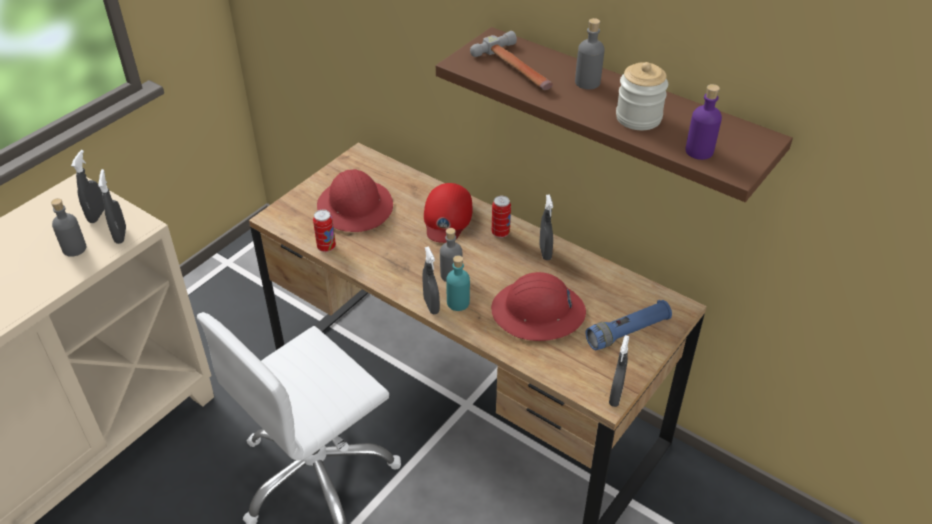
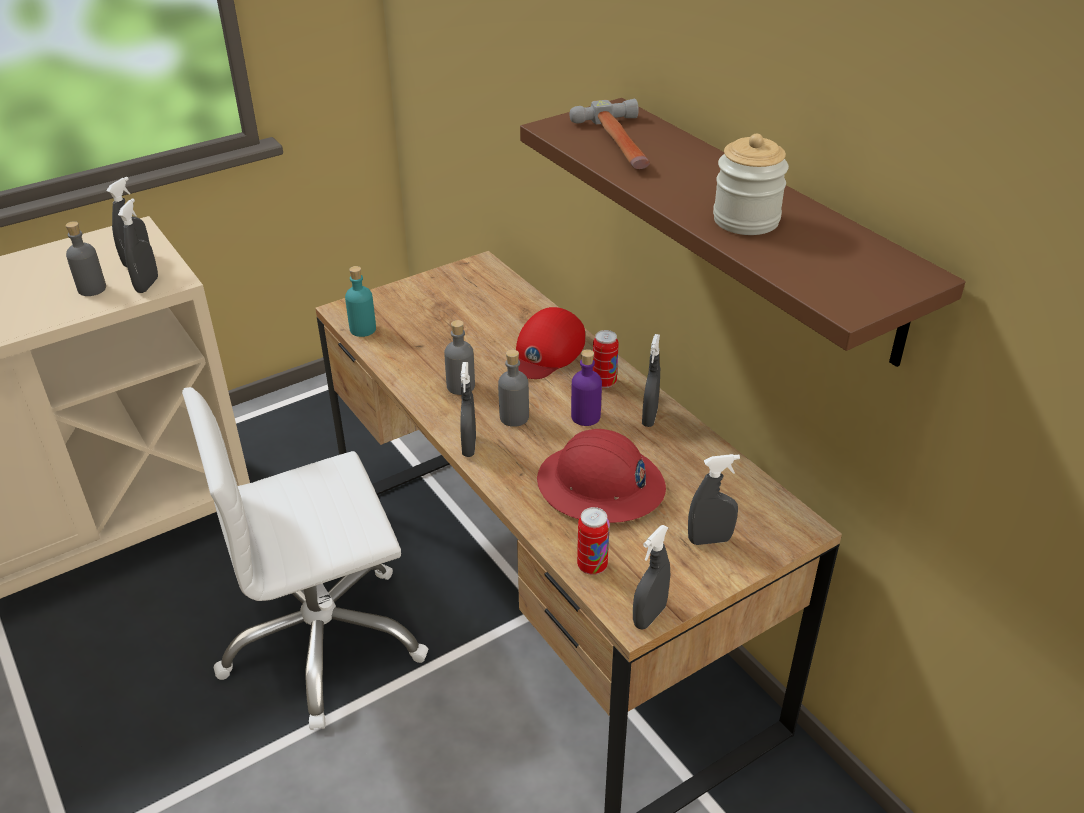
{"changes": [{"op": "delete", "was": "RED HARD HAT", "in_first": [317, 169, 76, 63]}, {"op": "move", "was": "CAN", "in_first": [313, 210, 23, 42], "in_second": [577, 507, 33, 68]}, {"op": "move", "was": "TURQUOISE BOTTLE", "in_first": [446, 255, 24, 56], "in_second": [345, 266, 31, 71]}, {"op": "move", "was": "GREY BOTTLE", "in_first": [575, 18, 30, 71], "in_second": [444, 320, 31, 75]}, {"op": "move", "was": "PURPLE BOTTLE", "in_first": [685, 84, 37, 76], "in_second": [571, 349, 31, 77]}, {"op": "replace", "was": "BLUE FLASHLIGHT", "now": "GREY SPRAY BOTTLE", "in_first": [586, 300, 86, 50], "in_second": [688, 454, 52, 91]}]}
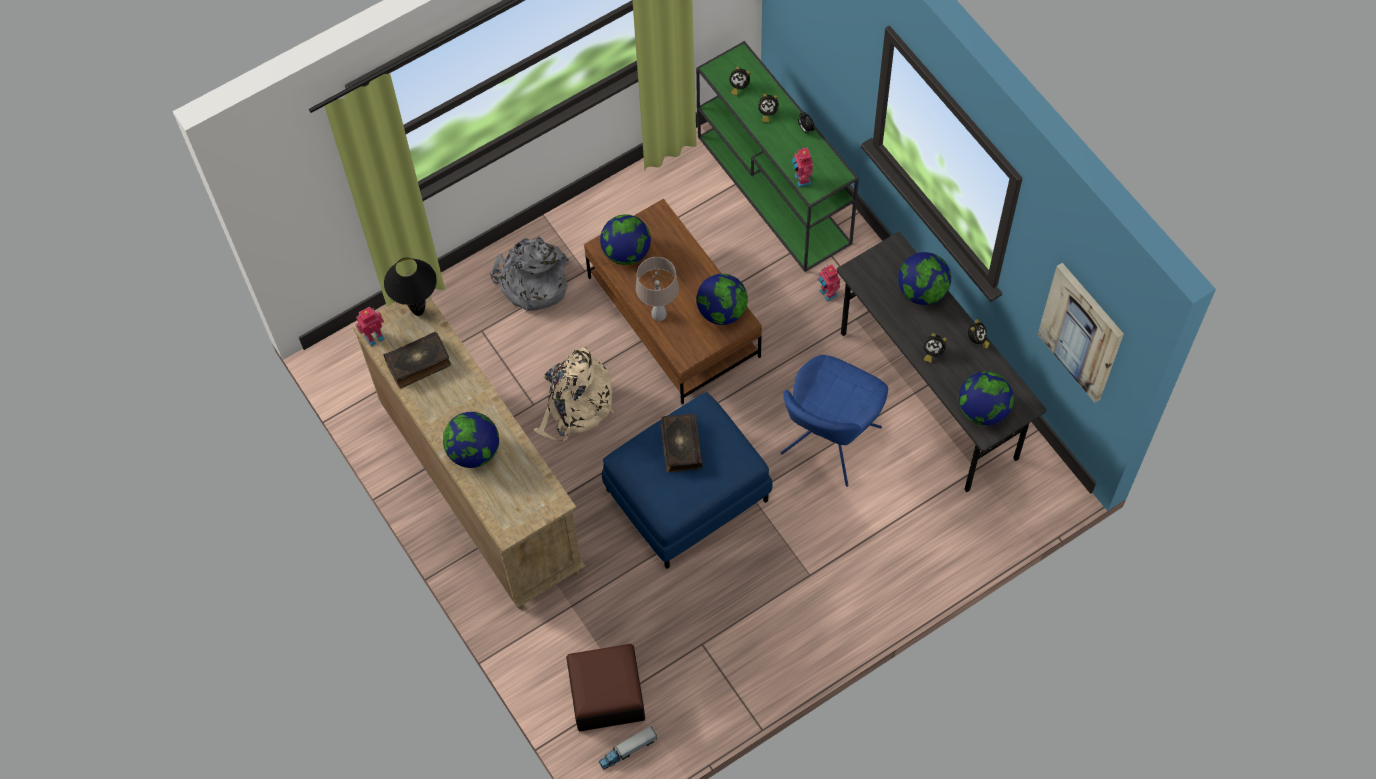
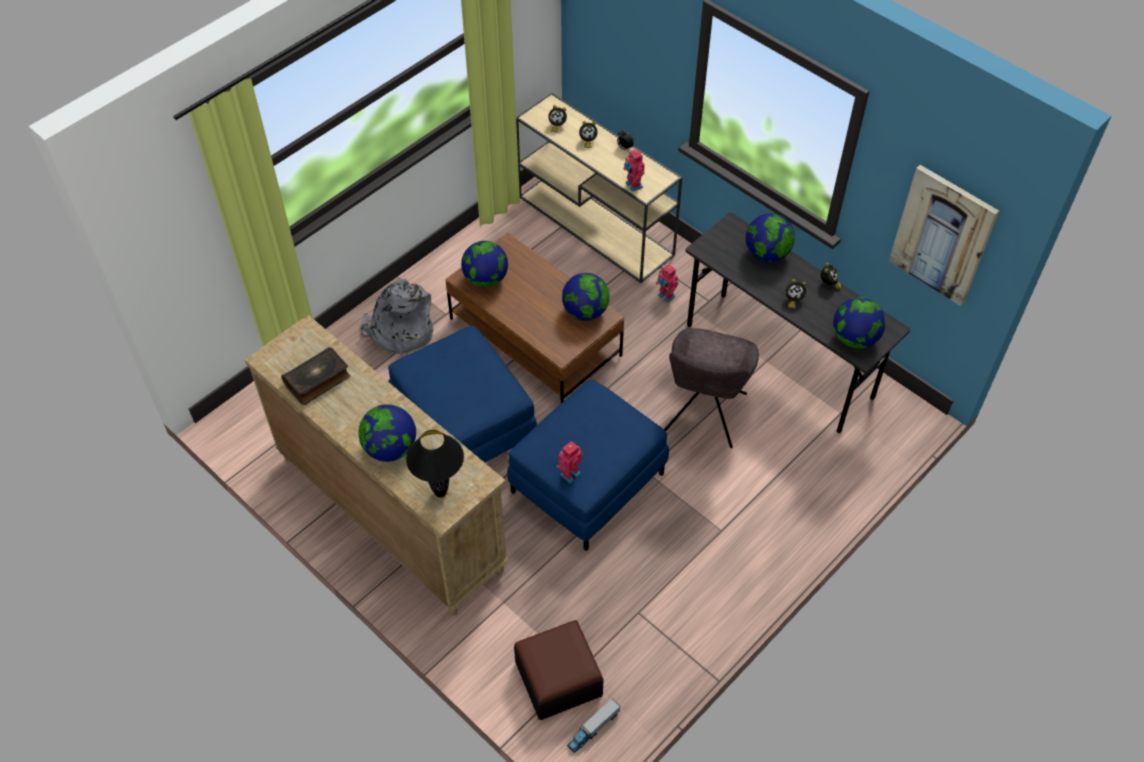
{"changes": [{"op": "delete", "was": "BEIGE TABLE LAMP", "in_first": [636, 257, 43, 64]}, {"op": "delete", "was": "BOOK", "in_first": [661, 414, 42, 59]}, {"op": "move", "was": "TOY ROBOT", "in_first": [356, 306, 29, 40], "in_second": [556, 441, 27, 42]}, {"op": "move", "was": "BLACK TABLE LAMP", "in_first": [384, 258, 53, 58], "in_second": [406, 430, 58, 68]}, {"op": "replace", "was": "BEIGE BACKPACK", "now": "BLUE OTTOMAN", "in_first": [533, 347, 81, 95], "in_second": [388, 326, 149, 137]}, {"op": "recolor", "was": "GREEN CONSOLE TABLE", "now": "BEIGE CONSOLE TABLE", "in_first": [696, 41, 163, 231], "in_second": [516, 93, 166, 190]}, {"op": "recolor", "was": "BLUE CHAIR", "now": "GREY CHAIR", "in_first": [781, 355, 107, 132], "in_second": [664, 328, 95, 120]}]}
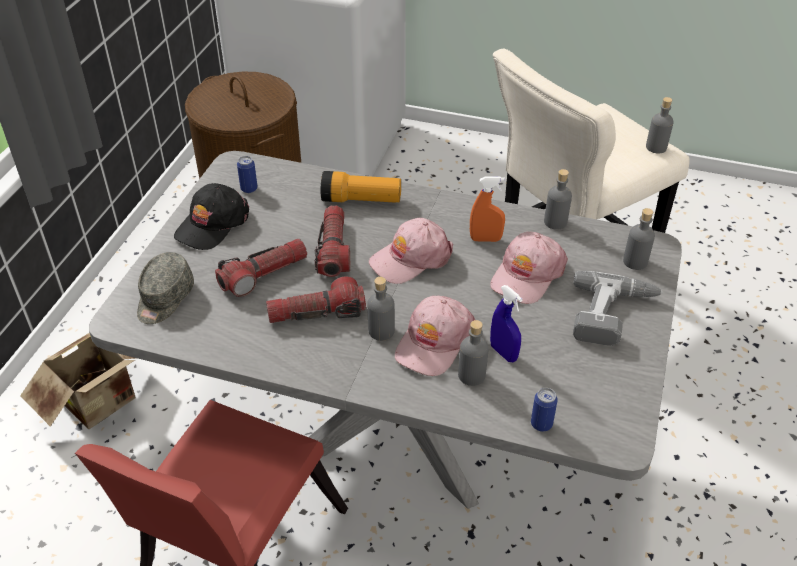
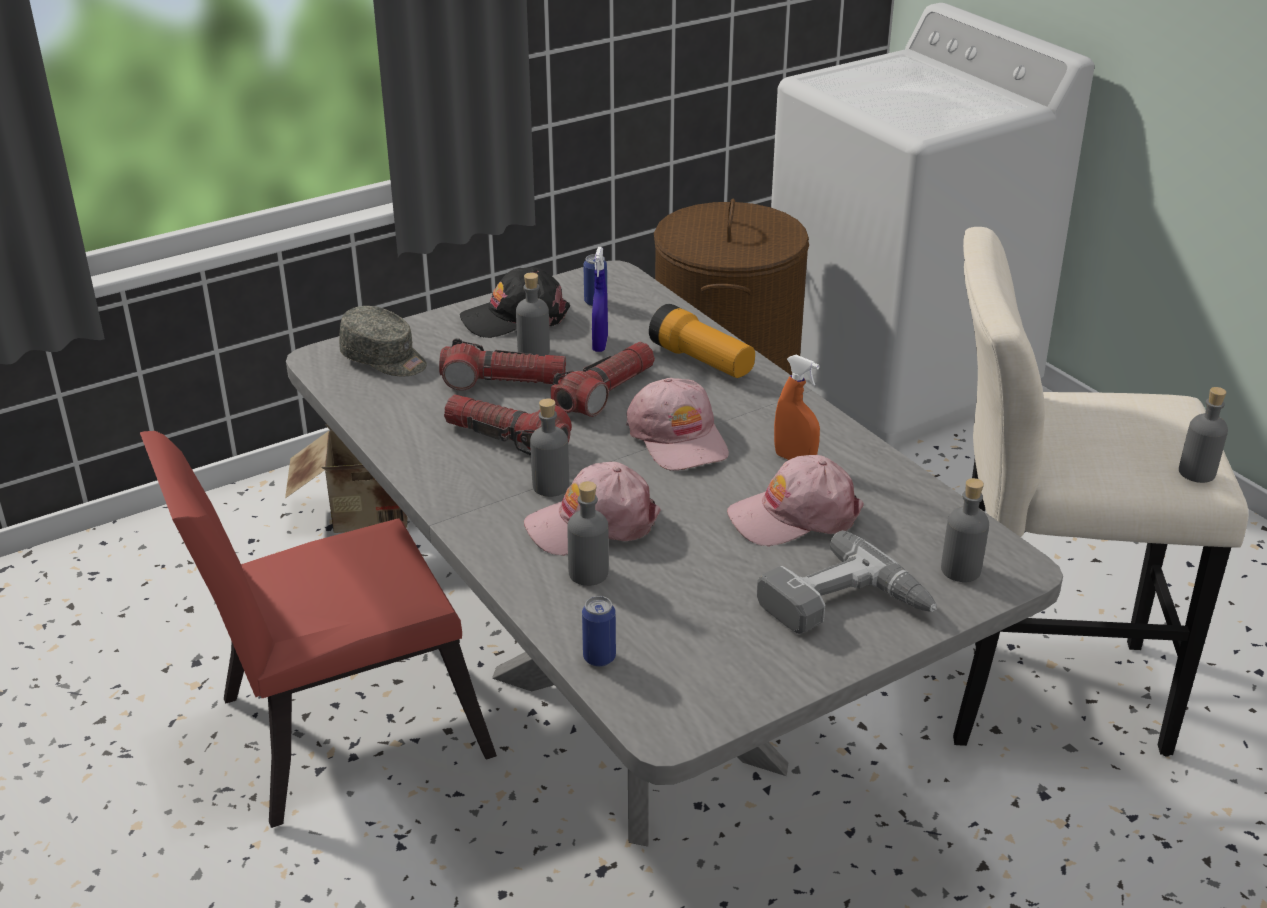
{"changes": [{"op": "move", "was": "BLUE SPRAY BOTTLE", "in_first": [490, 285, 33, 77], "in_second": [592, 247, 16, 105]}, {"op": "move", "was": "GREY BOTTLE", "in_first": [544, 169, 28, 61], "in_second": [516, 273, 34, 83]}, {"op": "rotate", "was": "GREY CAP", "in_first": [137, 252, 57, 72], "in_second": [339, 306, 88, 70], "clockwise": -120}, {"op": "rotate", "was": "PINK CAP", "in_first": [369, 218, 84, 66], "in_second": [626, 378, 103, 93], "clockwise": -120}]}
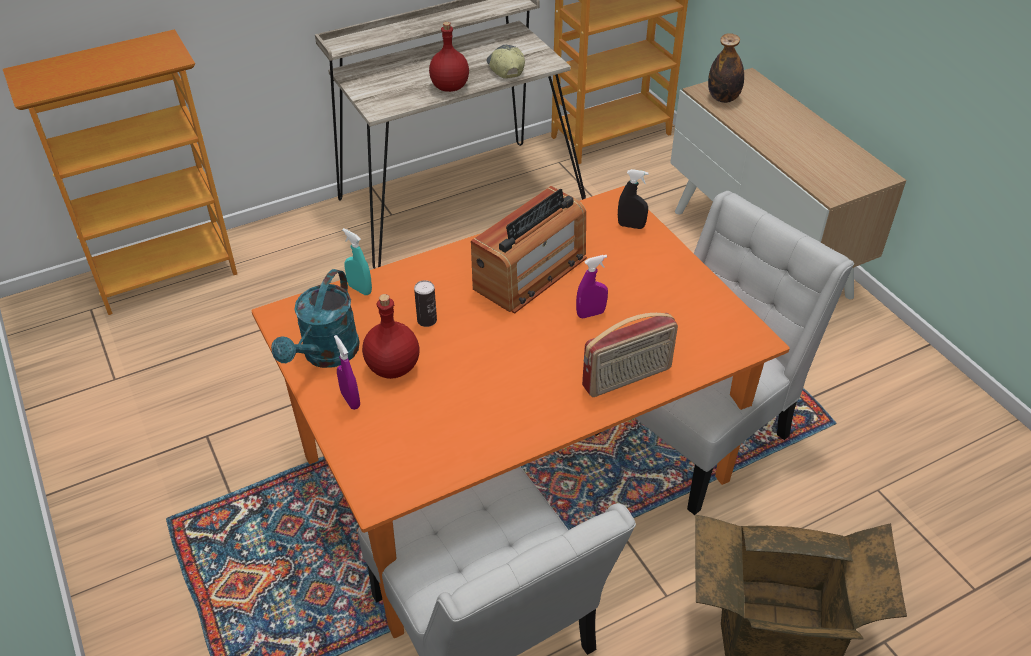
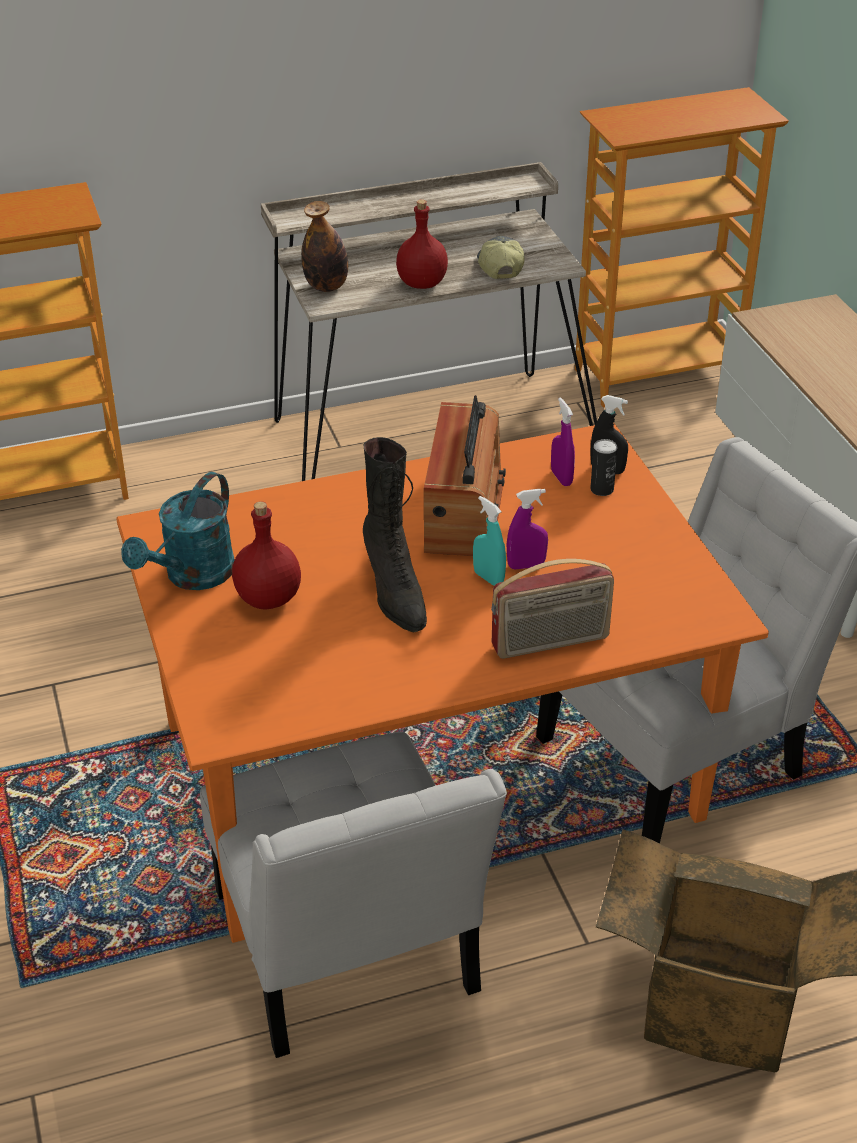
{"changes": [{"op": "insert", "now": "BLACK BOOT", "in_second": [363, 437, 64, 195]}, {"op": "move", "was": "PURPLE SPRAY BOTTLE", "in_first": [334, 335, 26, 75], "in_second": [551, 397, 24, 89]}, {"op": "move", "was": "TURQUOISE SPRAY BOTTLE", "in_first": [342, 228, 30, 67], "in_second": [473, 496, 33, 90]}, {"op": "move", "was": "CAN", "in_first": [414, 280, 23, 47], "in_second": [590, 439, 27, 57]}, {"op": "move", "was": "BOTTLE", "in_first": [708, 33, 36, 70], "in_second": [301, 201, 47, 91]}, {"op": "rotate", "was": "RADIO", "in_first": [471, 186, 116, 128], "in_second": [424, 395, 82, 161], "clockwise": -45}]}
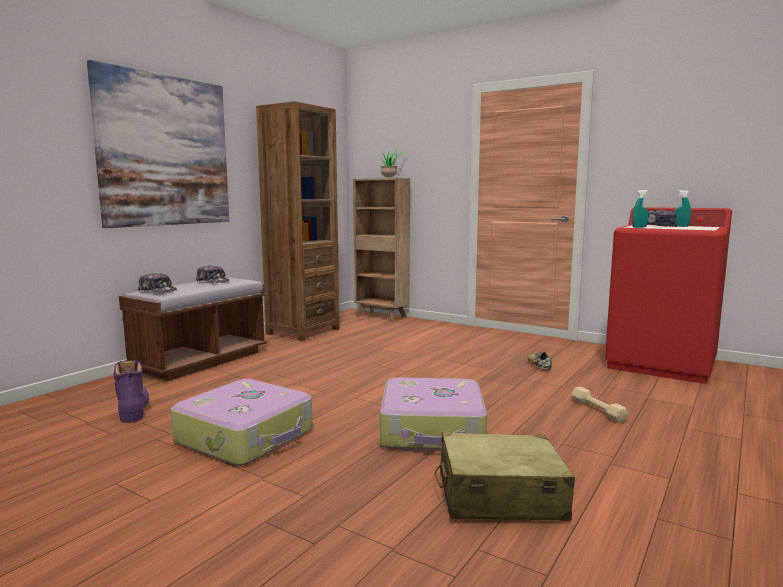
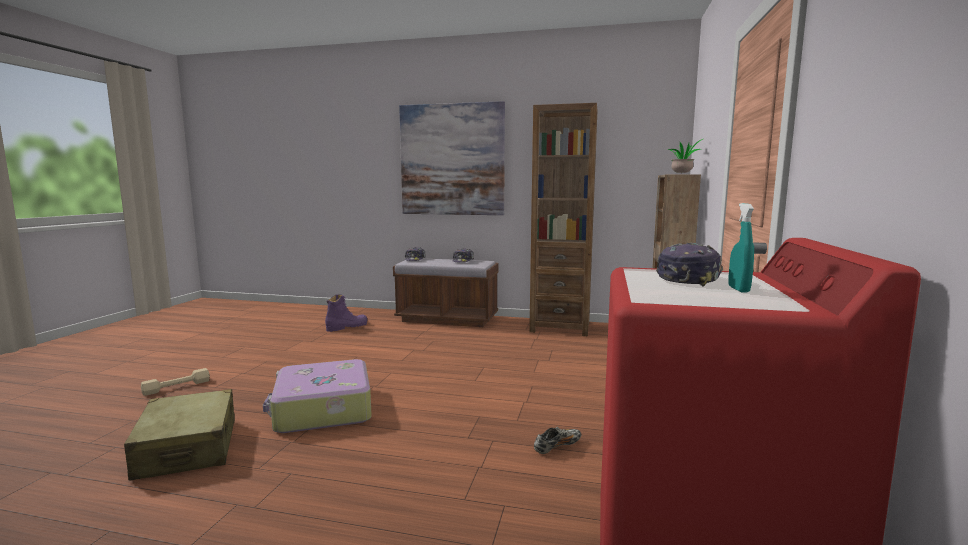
{"changes": [{"op": "delete", "was": "SUITCASE", "in_first": [171, 379, 142, 87]}, {"op": "delete", "was": "TURQUOISE SPRAY BOTTLE", "in_first": [632, 190, 17, 38]}, {"op": "move", "was": "BEIGE DUMBBELL", "in_first": [571, 387, 58, 36], "in_second": [141, 368, 69, 28]}]}
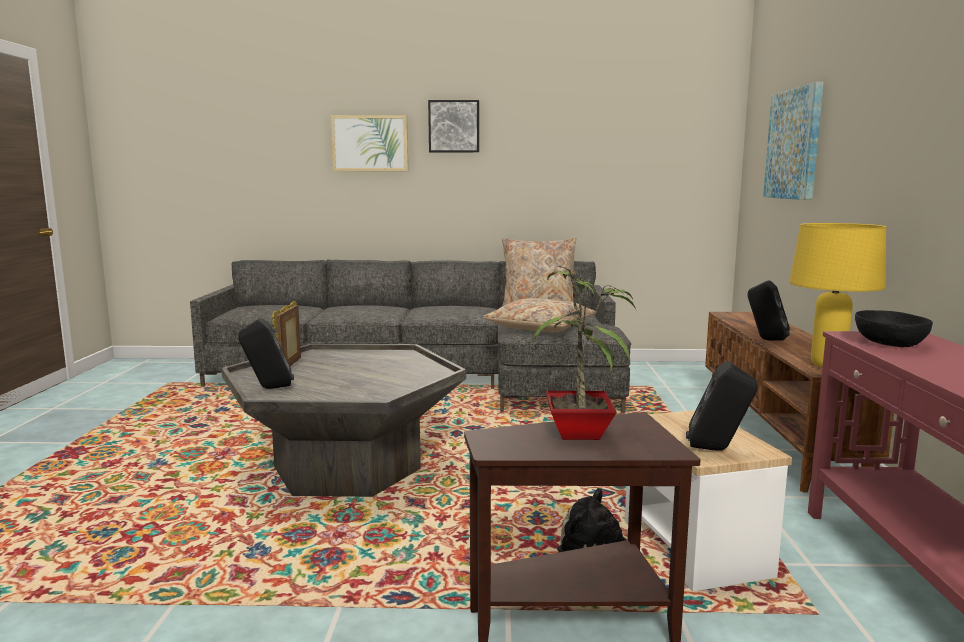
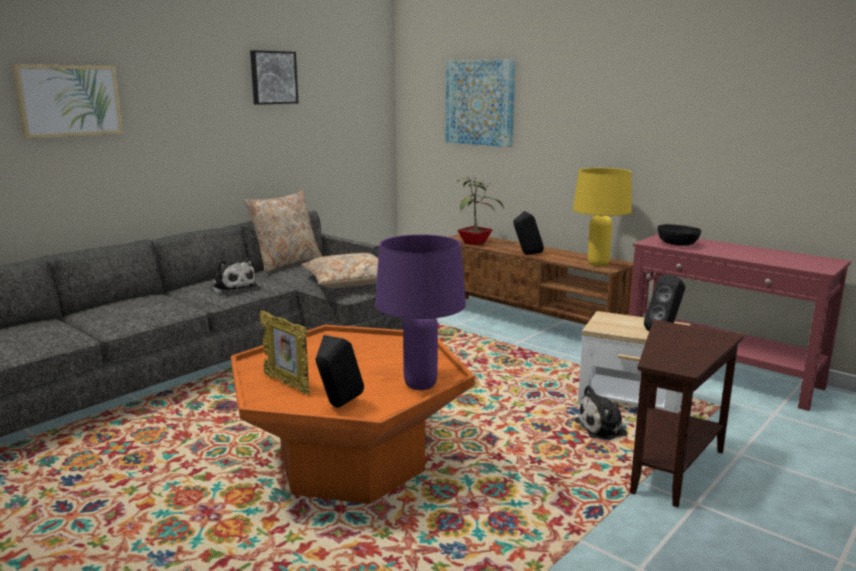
{"changes": [{"op": "insert", "now": "PLUSH TOY", "in_second": [210, 258, 47, 36]}, {"op": "insert", "now": "PURPLE TABLE LAMP", "in_second": [375, 234, 91, 156]}, {"op": "move", "was": "PICTURE", "in_first": [428, 100, 51, 52], "in_second": [250, 50, 48, 55]}, {"op": "move", "was": "POTTED PLANT", "in_first": [532, 265, 104, 175], "in_second": [456, 175, 48, 70]}, {"op": "recolor", "was": "GREY COFFEE TABLE", "now": "ORANGE COFFEE TABLE", "in_first": [221, 344, 245, 153], "in_second": [231, 325, 244, 179]}]}
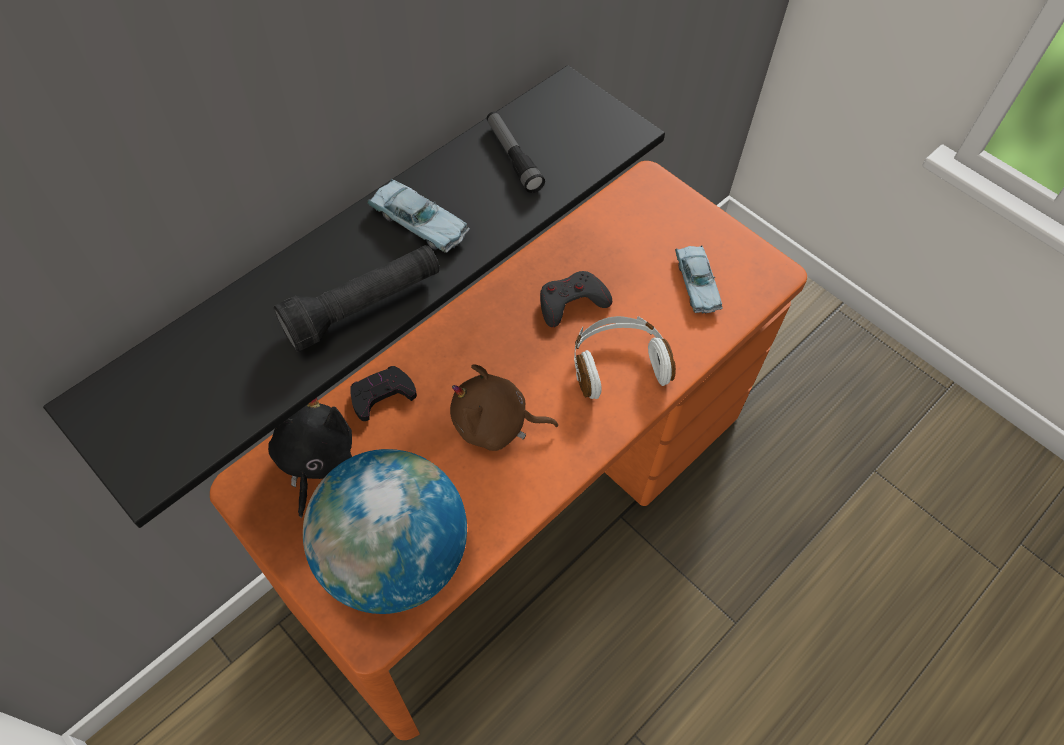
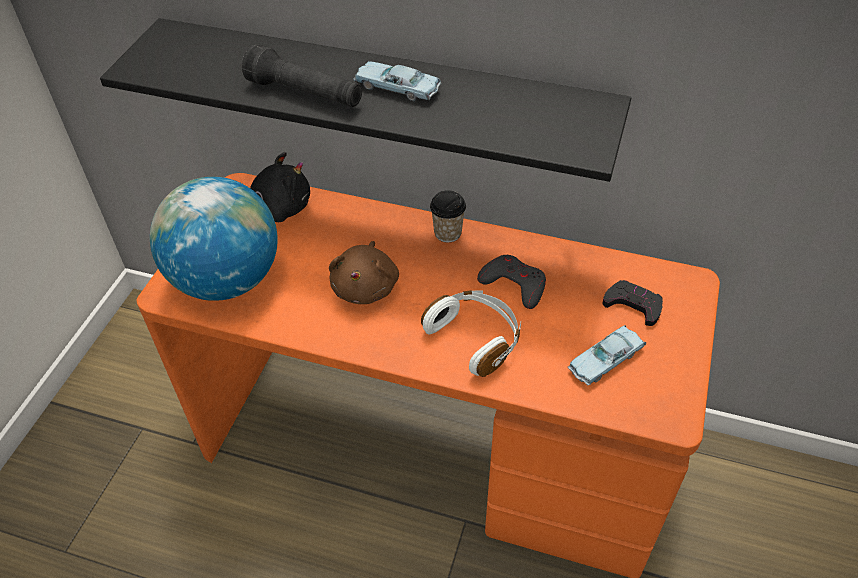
{"changes": [{"op": "delete", "was": "FLASHLIGHT", "in_first": [487, 111, 58, 82]}, {"op": "insert", "now": "CUP", "in_second": [430, 190, 36, 52]}, {"op": "move", "was": "BLACK GAME CONTROLLER", "in_first": [350, 366, 67, 55], "in_second": [602, 280, 61, 46]}, {"op": "rotate", "was": "BLUE TOY CAR", "in_first": [367, 179, 103, 74], "in_second": [353, 61, 89, 40], "clockwise": 105}, {"op": "rotate", "was": "BROWN PLUSH TOY", "in_first": [450, 364, 108, 87], "in_second": [329, 241, 70, 63], "clockwise": -150}]}
